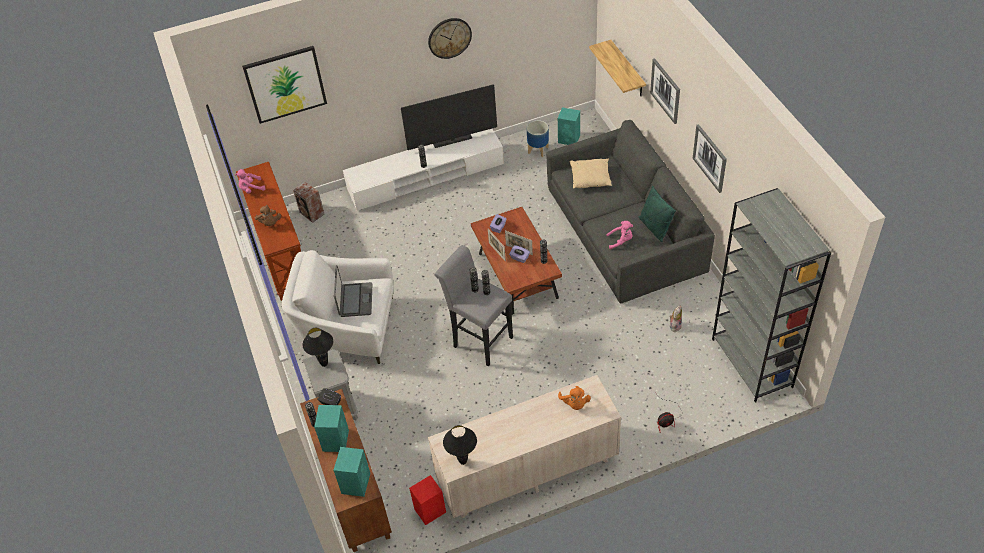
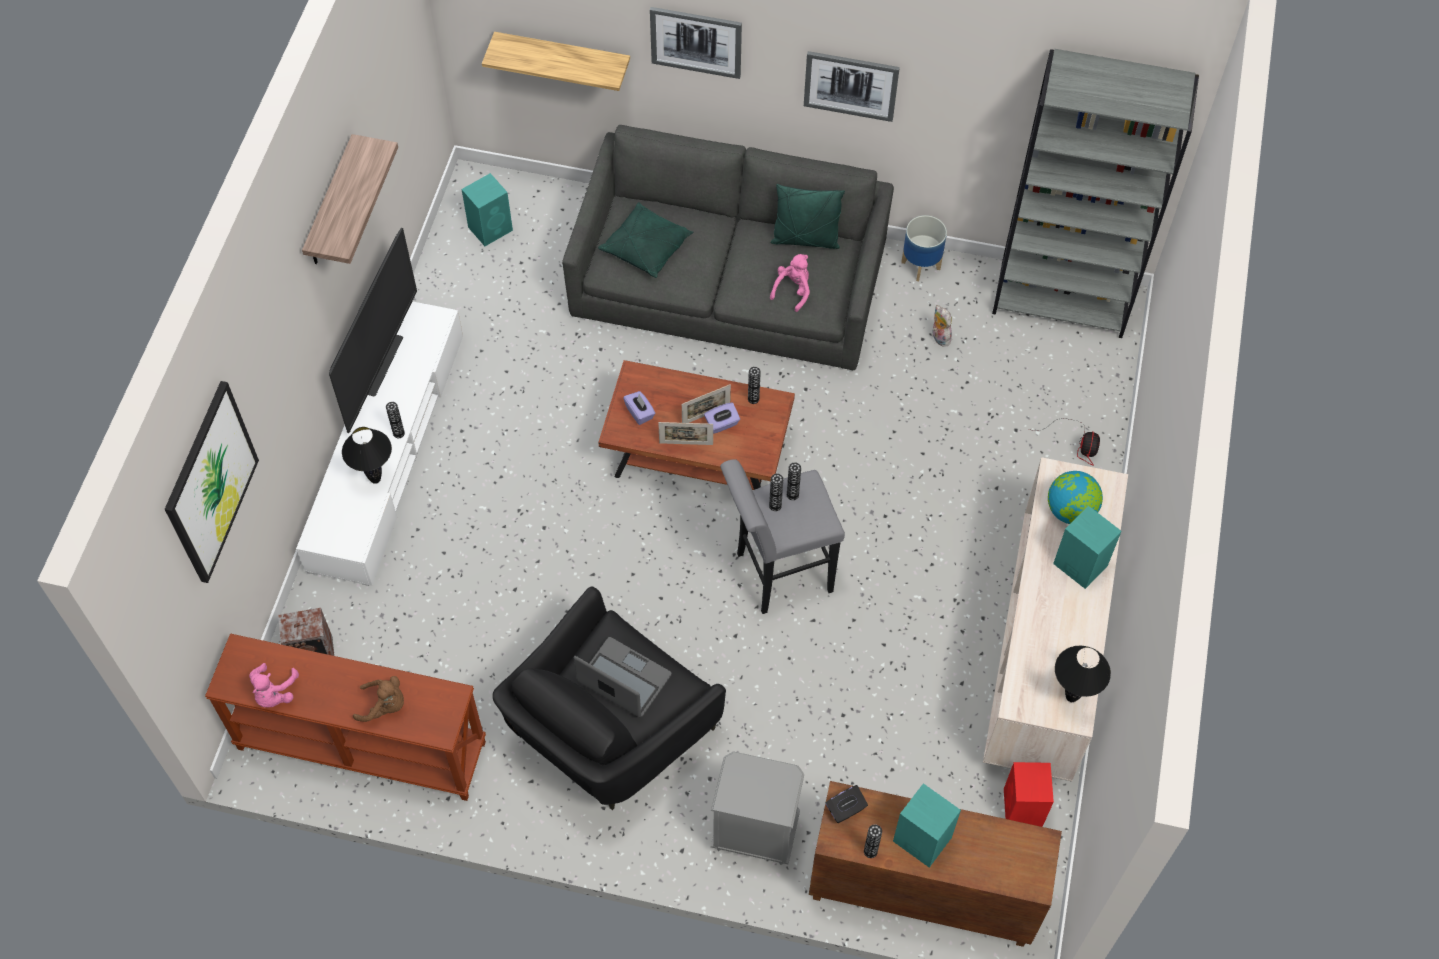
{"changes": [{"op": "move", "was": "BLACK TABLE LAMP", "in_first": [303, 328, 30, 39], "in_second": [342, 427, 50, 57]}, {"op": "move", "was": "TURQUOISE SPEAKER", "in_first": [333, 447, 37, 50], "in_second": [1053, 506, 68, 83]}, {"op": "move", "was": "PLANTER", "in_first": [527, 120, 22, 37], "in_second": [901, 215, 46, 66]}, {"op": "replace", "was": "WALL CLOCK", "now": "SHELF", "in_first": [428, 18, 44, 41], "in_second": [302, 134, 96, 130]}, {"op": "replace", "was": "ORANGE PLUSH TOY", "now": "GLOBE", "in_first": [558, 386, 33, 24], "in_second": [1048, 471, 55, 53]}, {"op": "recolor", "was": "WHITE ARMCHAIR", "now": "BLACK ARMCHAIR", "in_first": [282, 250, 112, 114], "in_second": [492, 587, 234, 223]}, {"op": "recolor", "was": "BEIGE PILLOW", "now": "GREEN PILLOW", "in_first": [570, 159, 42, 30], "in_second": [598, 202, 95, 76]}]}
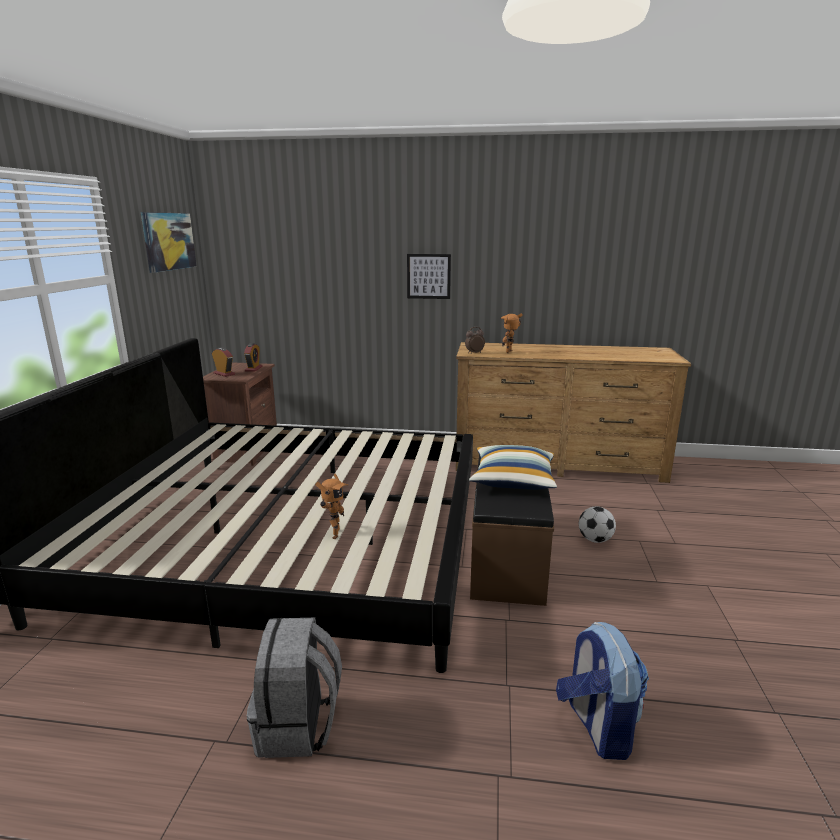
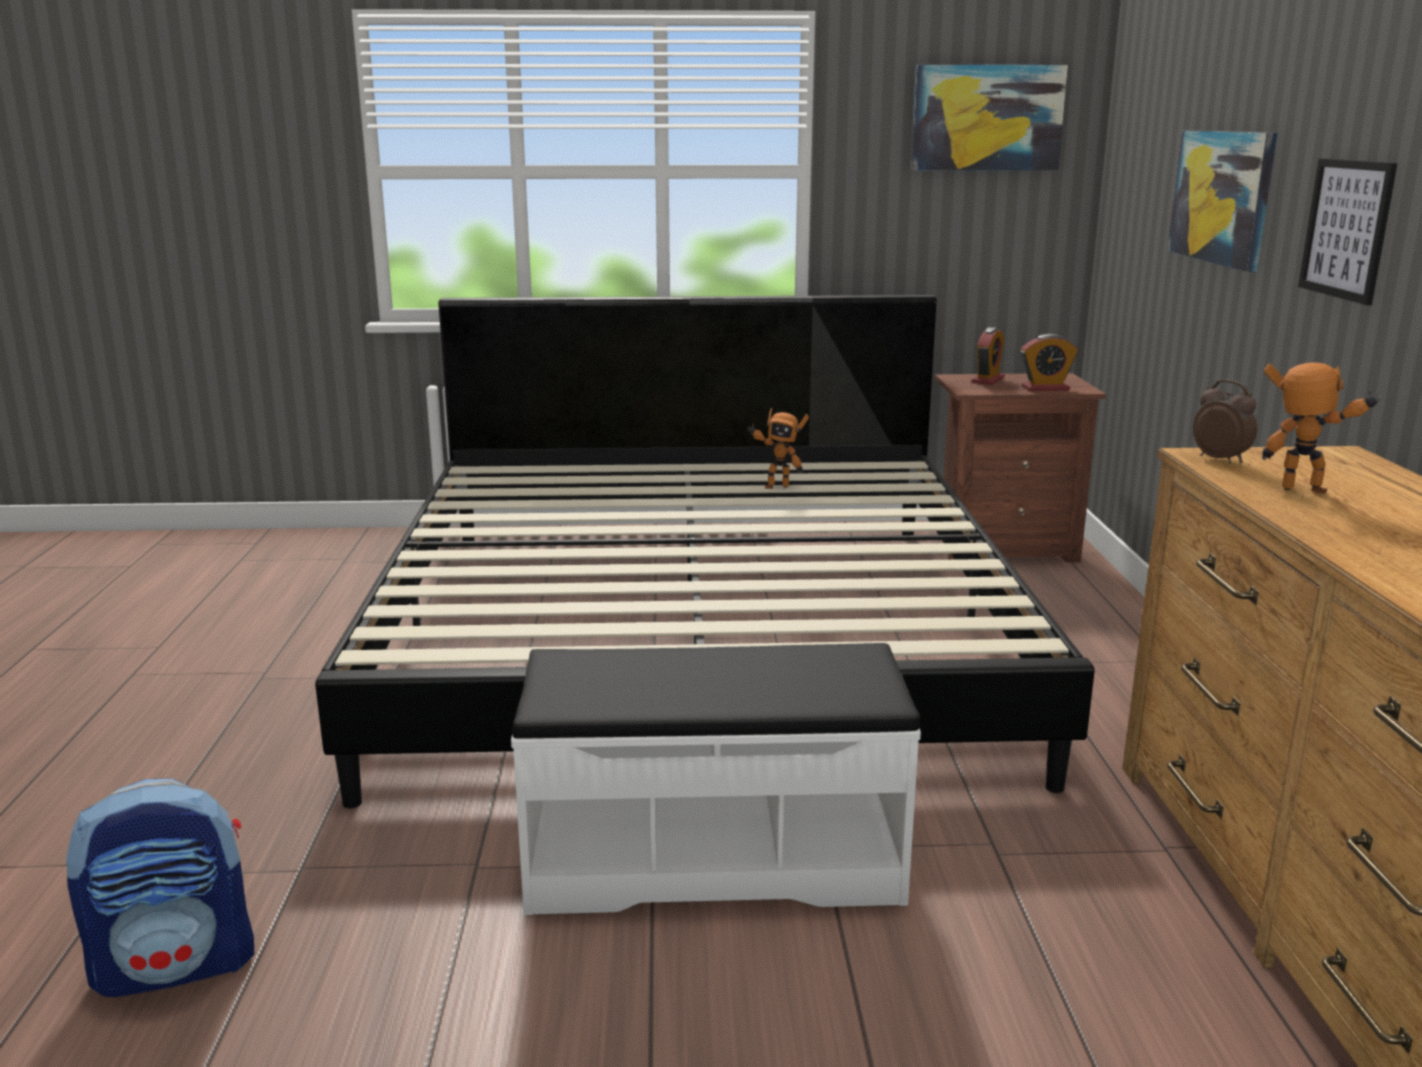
{"changes": [{"op": "delete", "was": "GREY BACKPACK", "in_first": [247, 618, 95, 140]}, {"op": "delete", "was": "PILLOW", "in_first": [469, 445, 88, 45]}, {"op": "delete", "was": "FOOTBALL", "in_first": [579, 507, 37, 36]}, {"op": "insert", "now": "PICTURE", "in_second": [1167, 130, 110, 142]}, {"op": "move", "was": "TOY ROBOT", "in_first": [315, 473, 33, 66], "in_second": [747, 408, 62, 81]}, {"op": "recolor", "was": "BROWN BENCH", "now": "WHITE BENCH", "in_first": [470, 454, 84, 152], "in_second": [511, 643, 410, 272]}]}
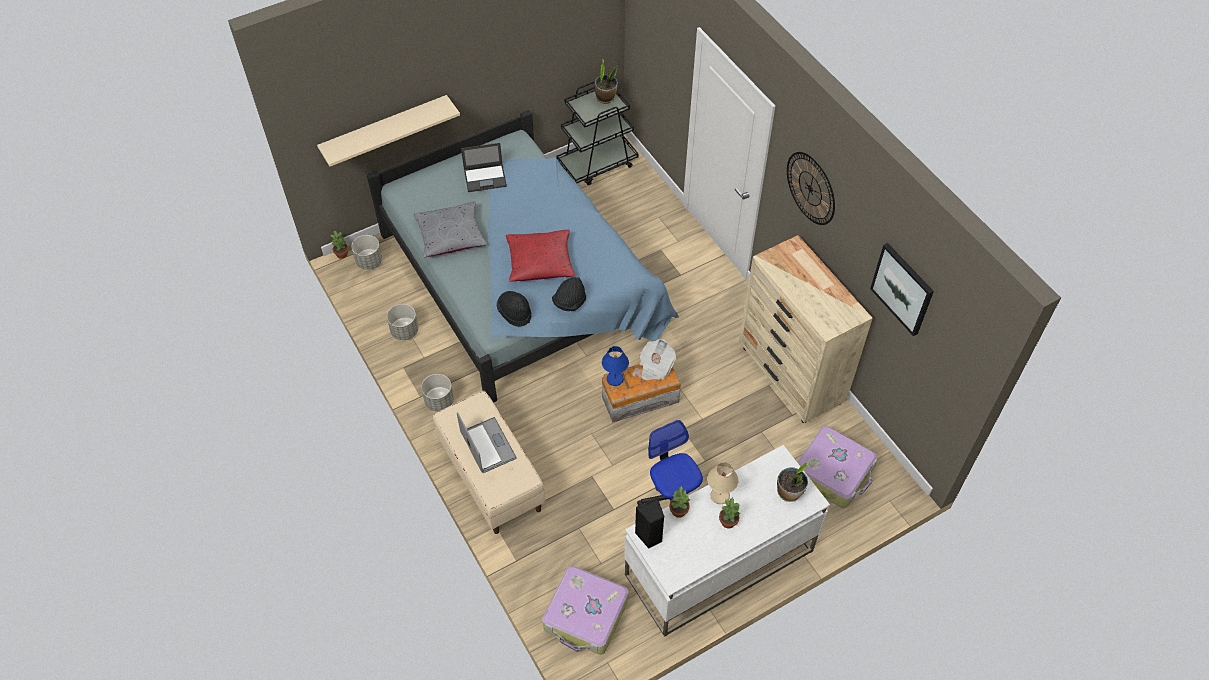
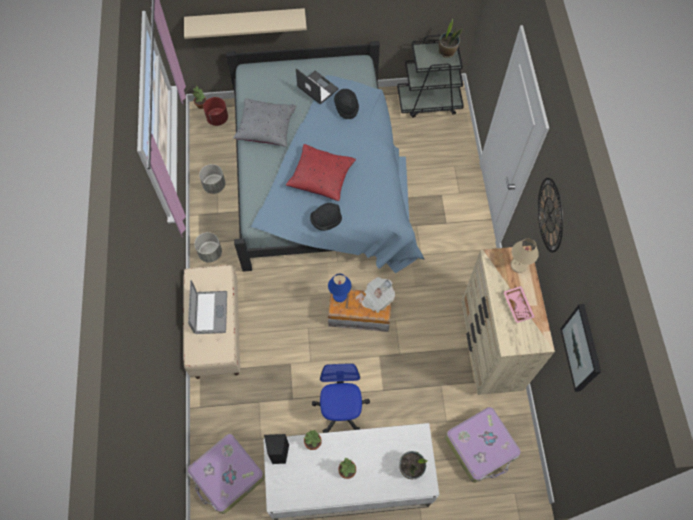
{"changes": [{"op": "insert", "now": "PINK TRAY", "in_second": [503, 286, 32, 37]}, {"op": "move", "was": "BLACK HAT", "in_first": [497, 291, 35, 36], "in_second": [334, 89, 25, 30]}, {"op": "move", "was": "BEIGE TABLE LAMP", "in_first": [707, 462, 32, 42], "in_second": [511, 238, 28, 35]}, {"op": "recolor", "was": "GREY PLANTER", "now": "RED PLANTER", "in_first": [351, 235, 31, 35], "in_second": [203, 97, 25, 29]}, {"op": "rotate", "was": "LAPTOP", "in_first": [461, 143, 46, 49], "in_second": [296, 68, 43, 37], "clockwise": -150}]}
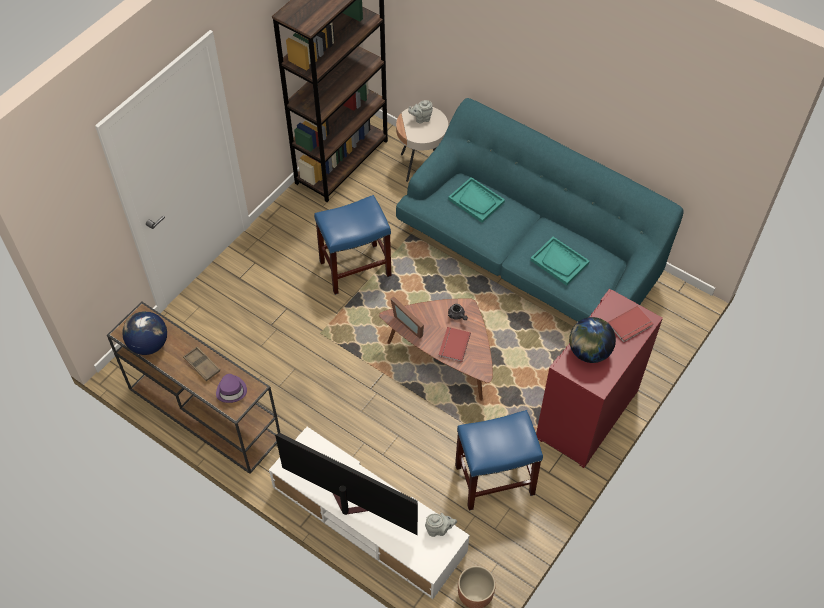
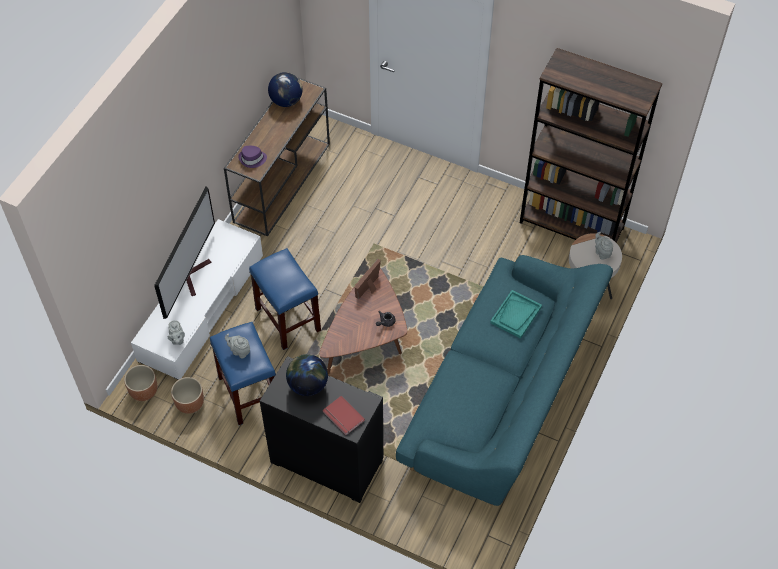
{"changes": [{"op": "delete", "was": "BROWN TRAY", "in_first": [183, 347, 37, 34]}, {"op": "delete", "was": "RED BOOK", "in_first": [438, 327, 33, 35]}, {"op": "delete", "was": "TURQUOISE TRAY", "in_first": [530, 237, 60, 49]}, {"op": "insert", "now": "BROWN PLANTER", "in_second": [171, 377, 33, 37]}, {"op": "insert", "now": "GREY TEAPOT", "in_second": [225, 334, 25, 25]}, {"op": "move", "was": "BLUE STOOL", "in_first": [314, 195, 78, 100], "in_second": [249, 248, 72, 102]}, {"op": "recolor", "was": "RED CABINET", "now": "BLACK CABINET", "in_first": [536, 289, 127, 179], "in_second": [260, 356, 123, 147]}]}
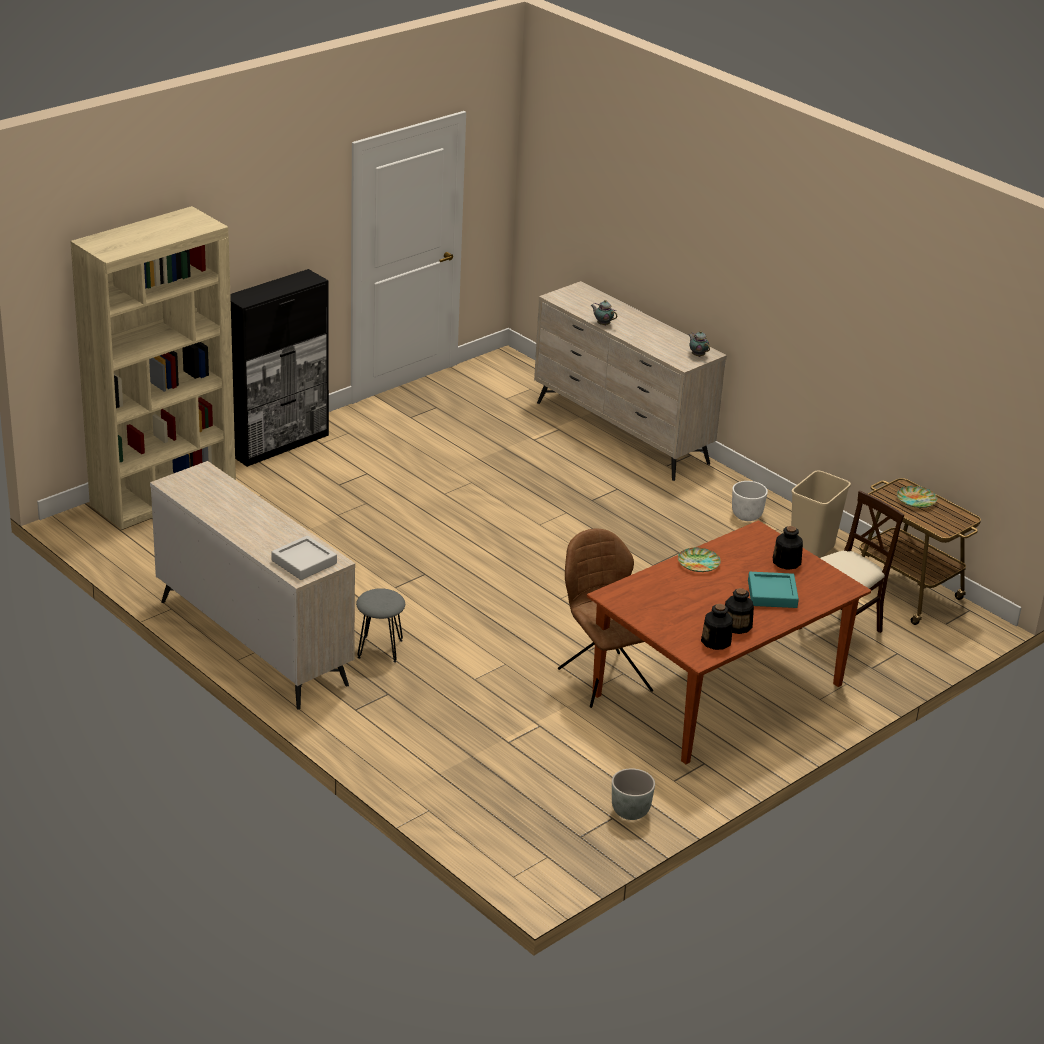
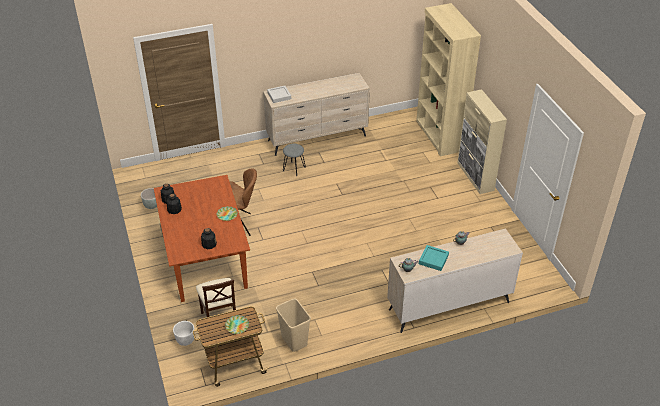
{"changes": [{"op": "move", "was": "WHITE PLANTER", "in_first": [732, 481, 36, 40], "in_second": [173, 321, 22, 25]}, {"op": "move", "was": "TURQUOISE TRAY", "in_first": [748, 572, 51, 36], "in_second": [419, 245, 30, 26]}, {"op": "recolor", "was": "BLACK CABINET", "now": "BEIGE CABINET", "in_first": [230, 269, 99, 198], "in_second": [457, 89, 50, 105]}]}
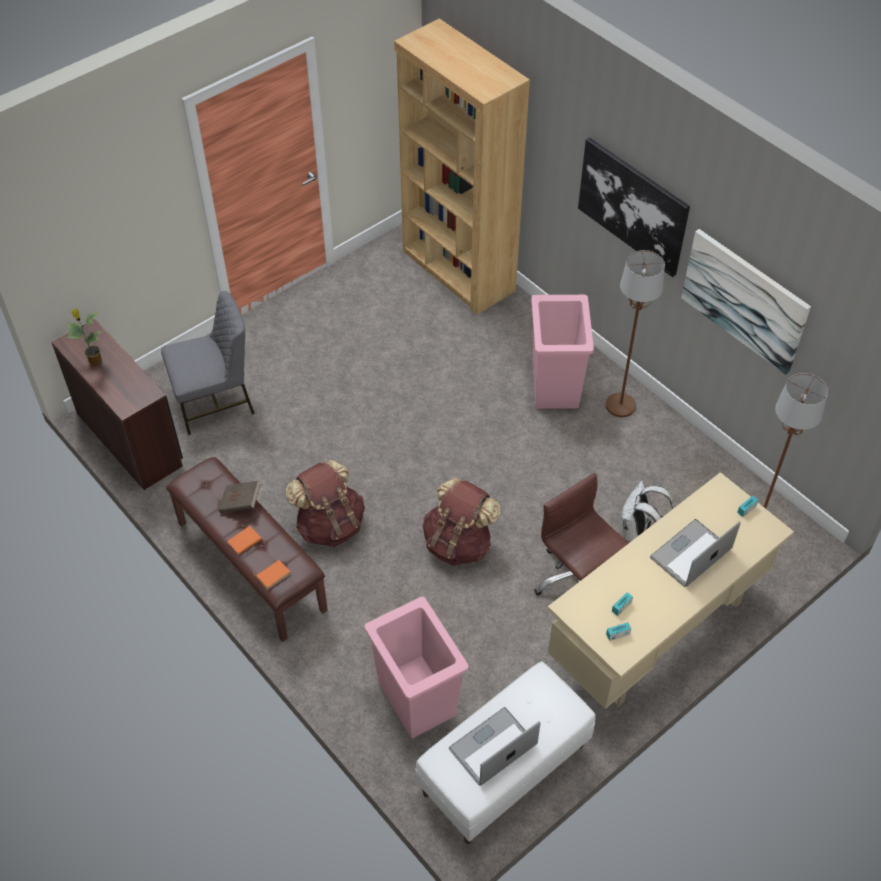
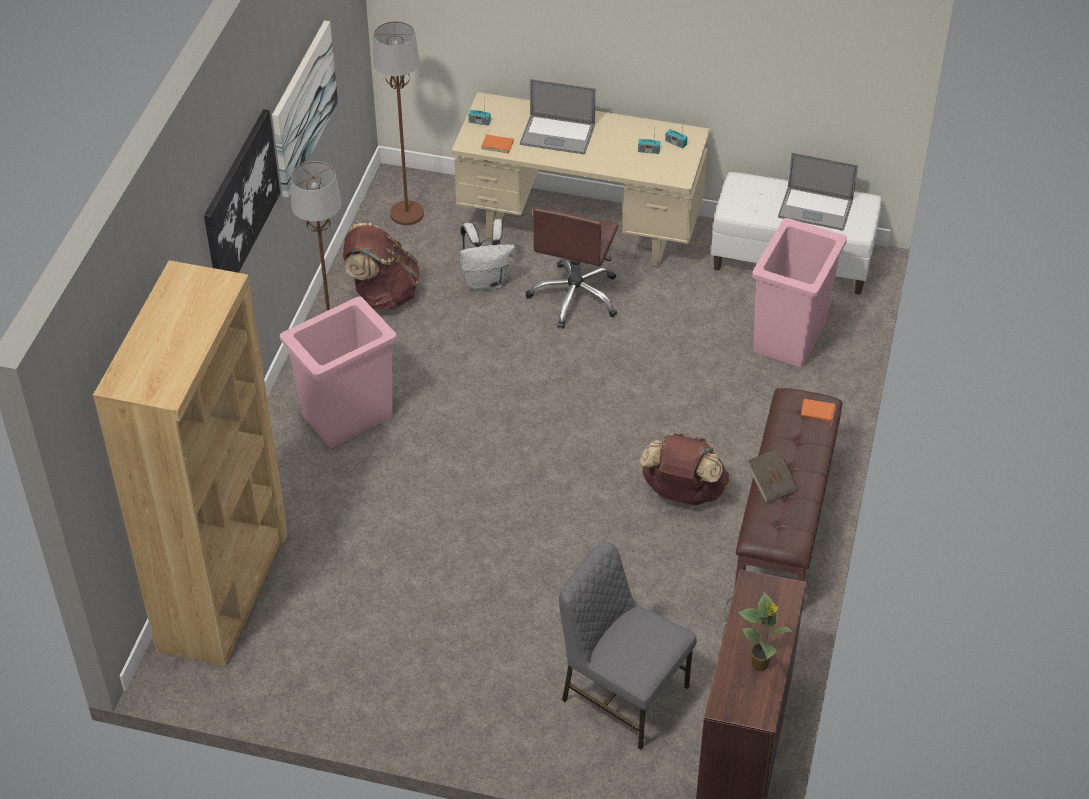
{"changes": [{"op": "move", "was": "ORANGE BOOK", "in_first": [227, 526, 38, 29], "in_second": [481, 131, 33, 22]}, {"op": "move", "was": "BROWN BACKPACK", "in_first": [423, 477, 77, 89], "in_second": [343, 223, 76, 87]}]}
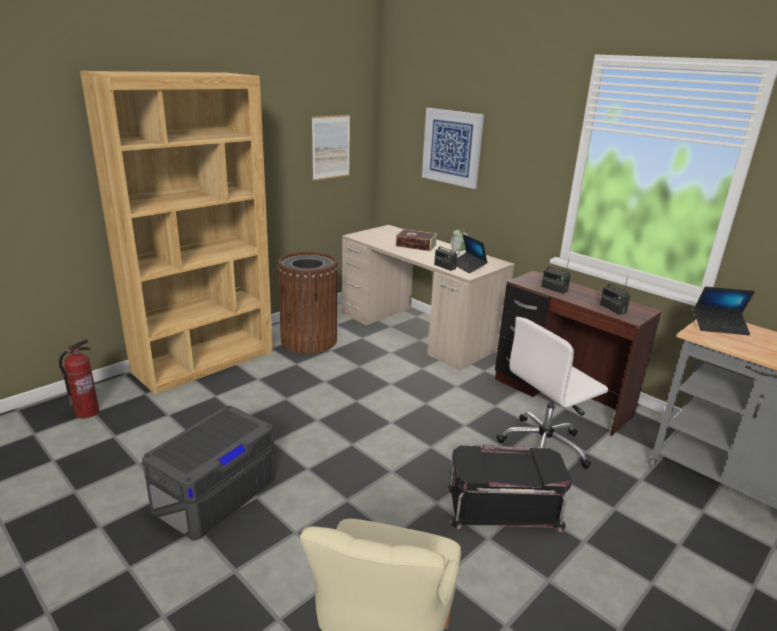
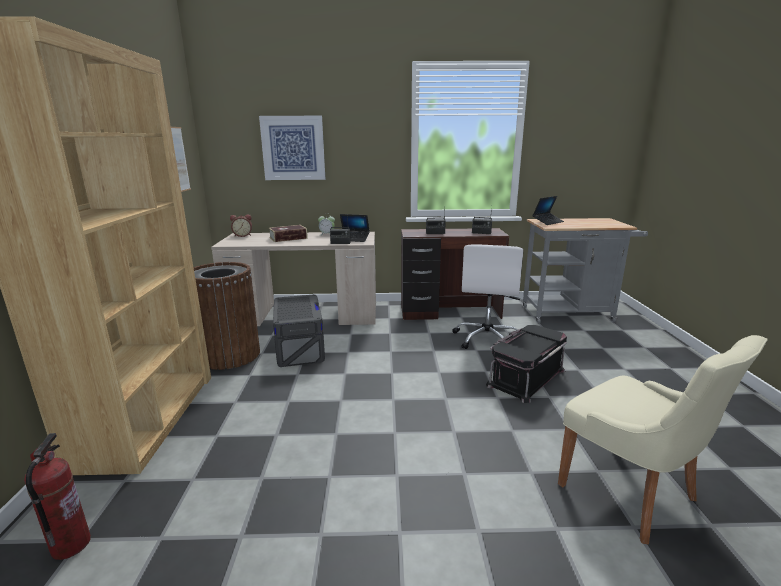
{"changes": [{"op": "insert", "now": "ALARM CLOCK", "in_second": [230, 214, 22, 23]}, {"op": "move", "was": "GREY STORAGE BOX", "in_first": [142, 406, 133, 135], "in_second": [273, 294, 52, 73]}]}
